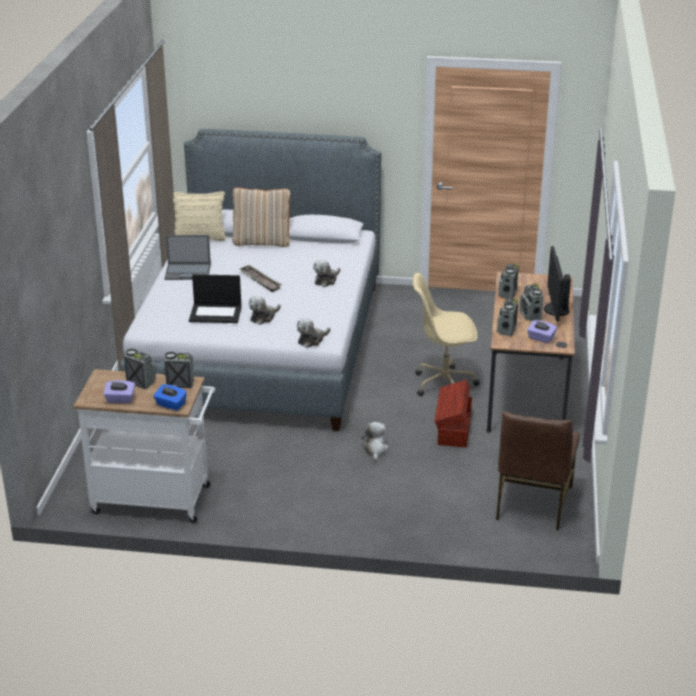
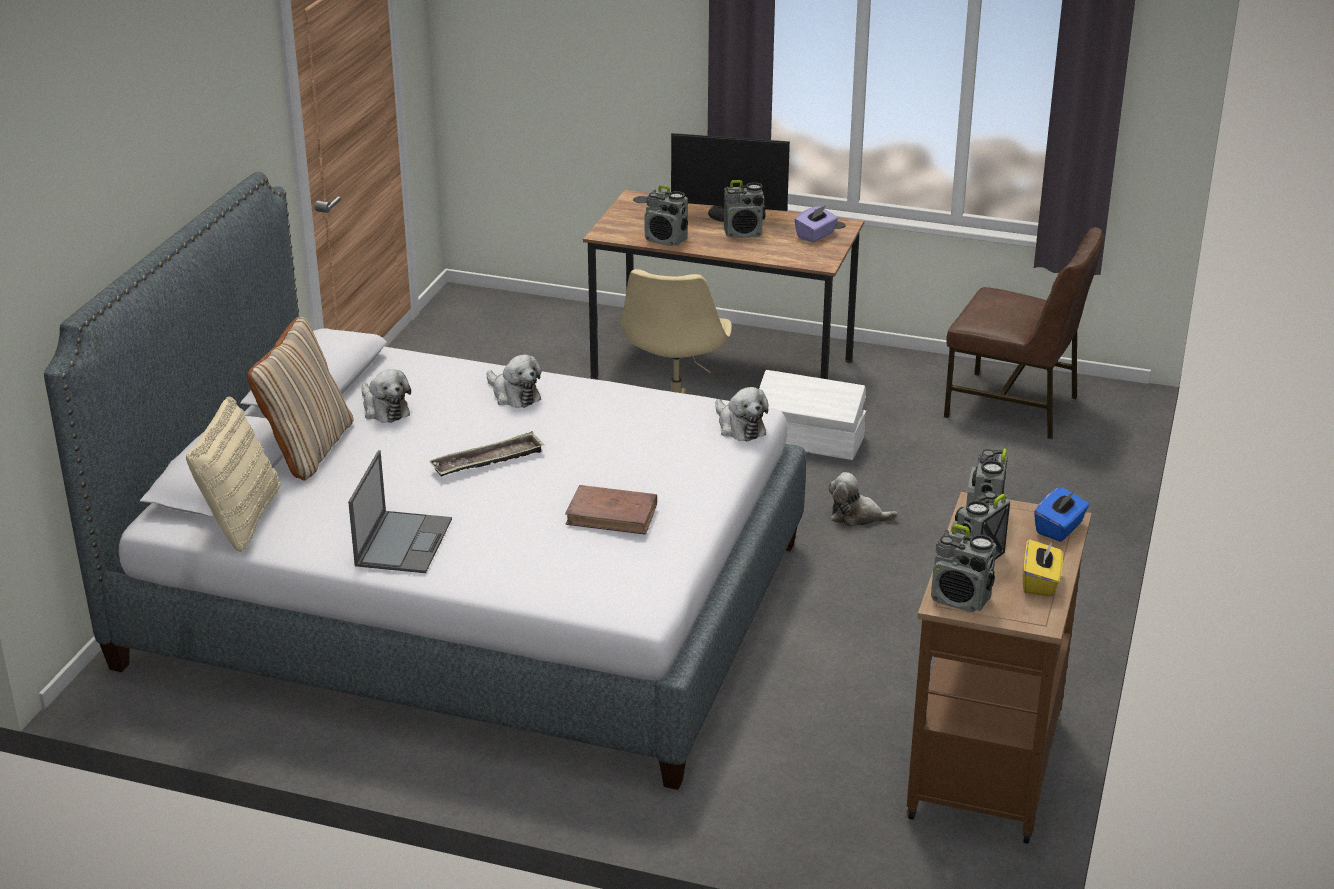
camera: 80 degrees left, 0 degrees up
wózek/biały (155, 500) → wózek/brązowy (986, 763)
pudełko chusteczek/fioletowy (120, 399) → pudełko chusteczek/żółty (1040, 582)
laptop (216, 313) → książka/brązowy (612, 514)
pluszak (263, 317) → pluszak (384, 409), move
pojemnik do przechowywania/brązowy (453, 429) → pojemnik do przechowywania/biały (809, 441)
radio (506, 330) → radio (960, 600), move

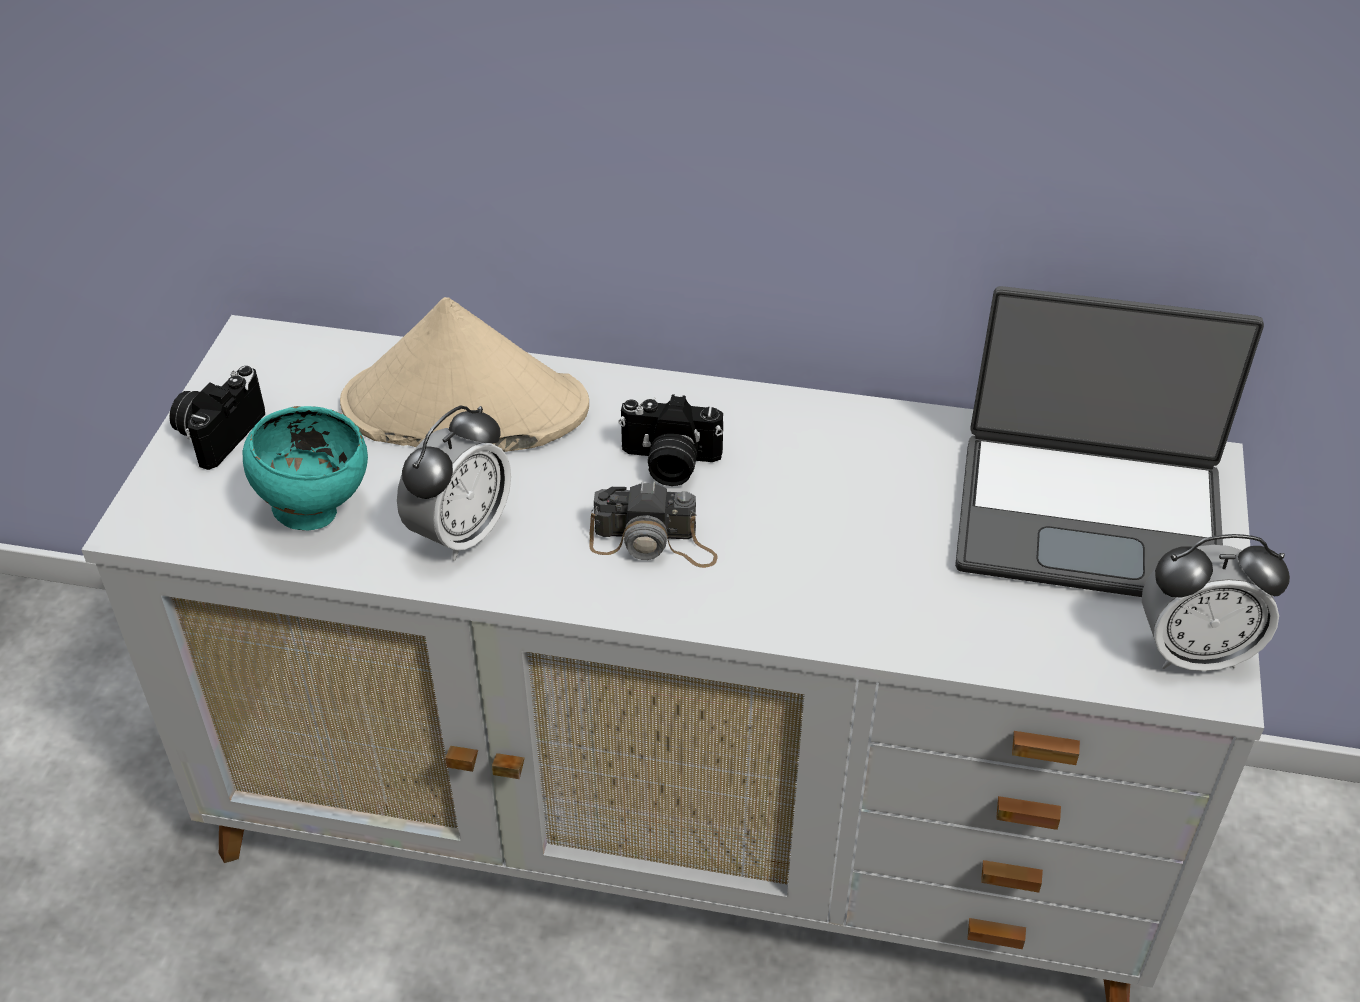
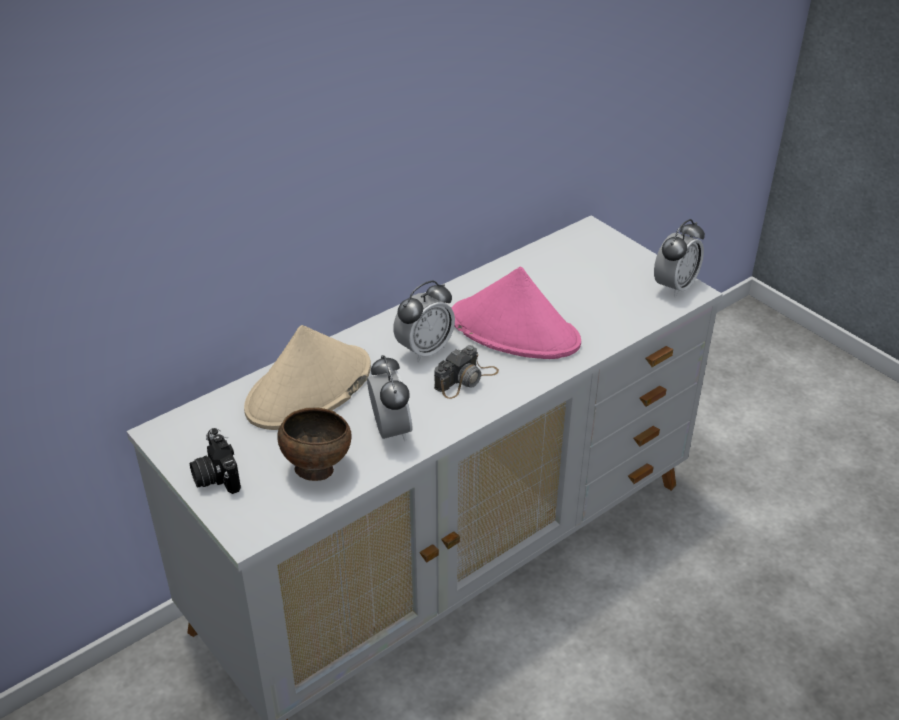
camera: 50 degrees left, 5 degrees down
miska/turkusowy (315, 510) → miska/brązowy (316, 468)
aparat fotograficzny (669, 463) → budzik (424, 350)
laptop (1089, 517) → -
- → kapelusz/różowy (515, 330)

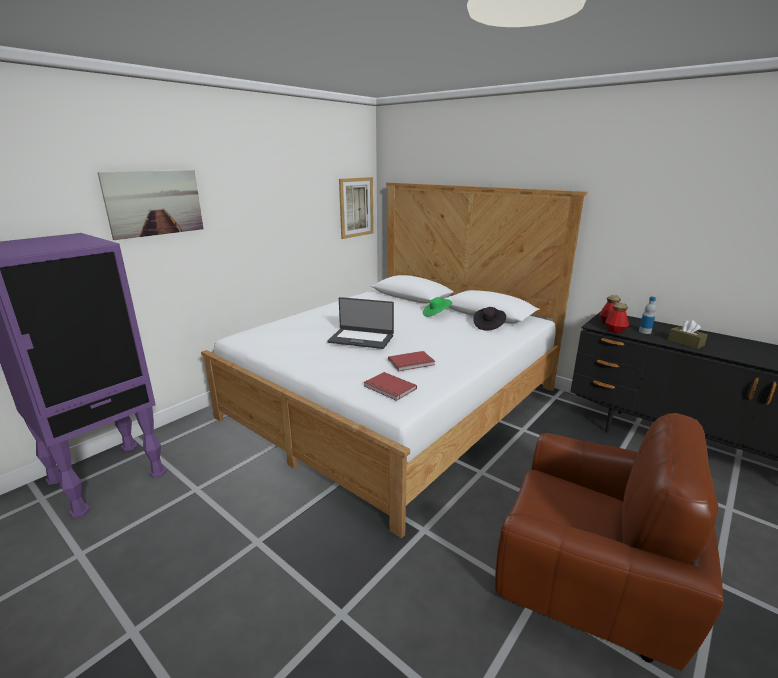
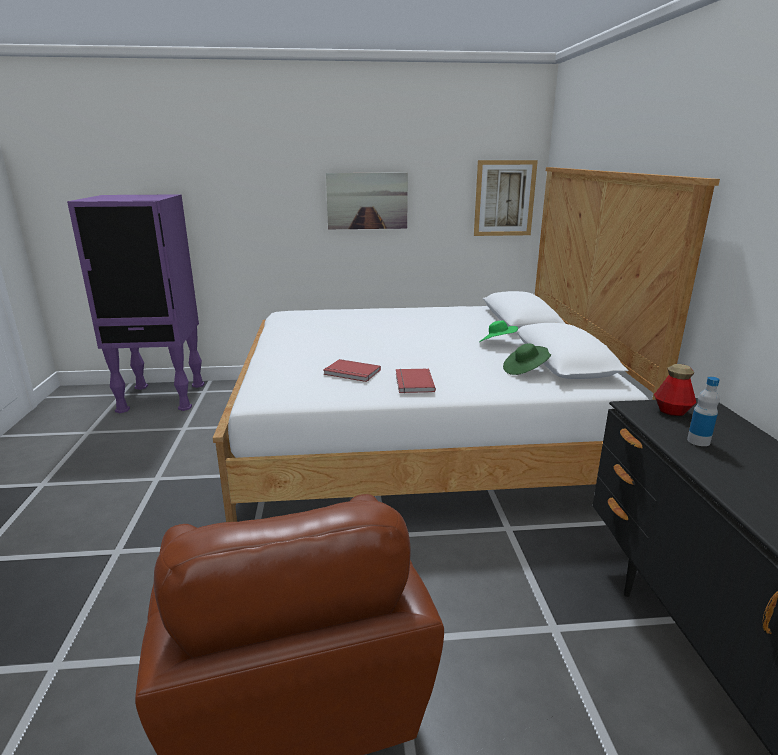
camera: 45 degrees right, 0 degrees up
obraz (154, 203) → obraz (367, 201), move
laptop (361, 339) → -
książka/czerwony (389, 388) → książka/czerwony (412, 383), move
kapelusz/czarny (488, 325) → kapelusz/zielony (525, 370)
butelka (615, 331) → -
pudełko chusteczek/brązowy (685, 343) → -

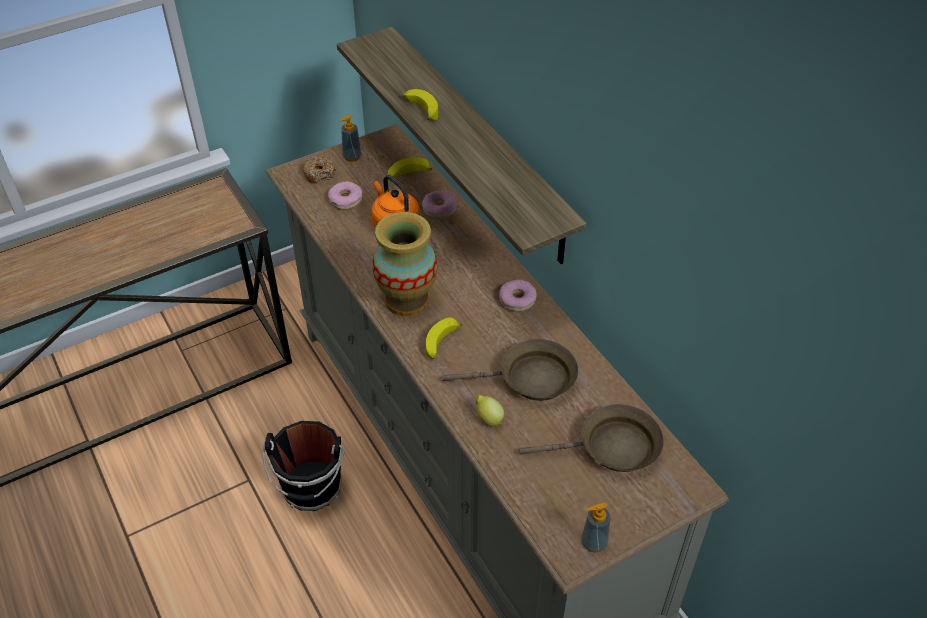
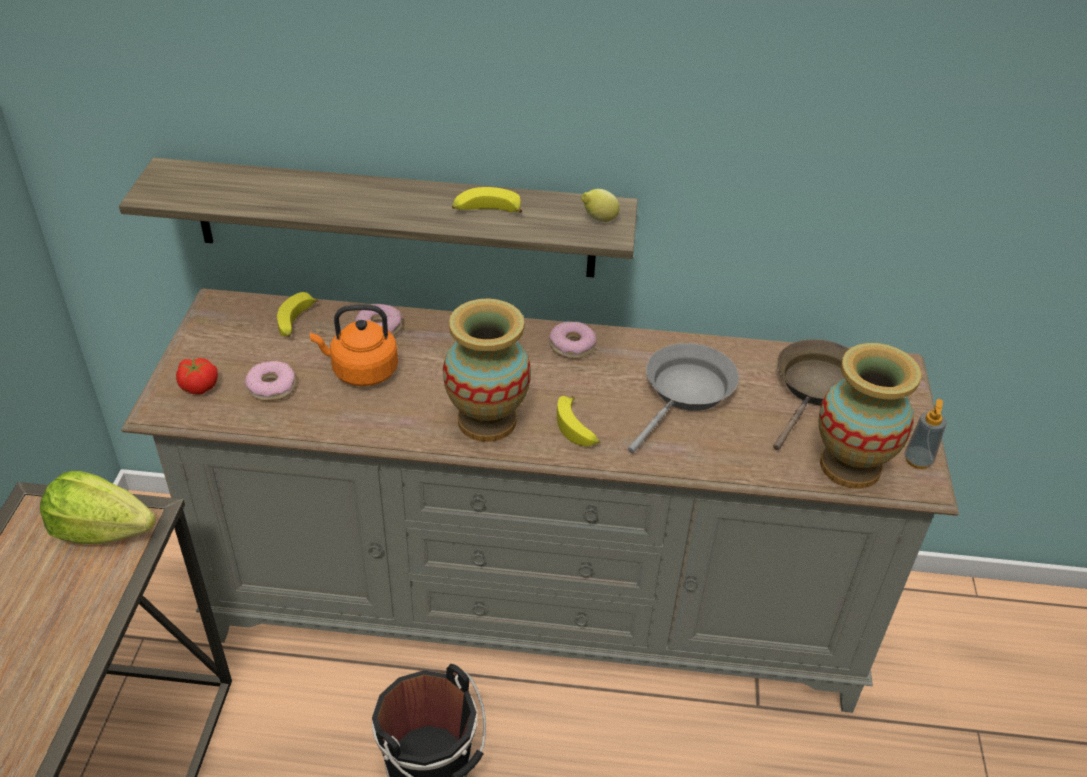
camera: 55 degrees left, 5 degrees down
donut (320, 174) → pomidor (199, 385)
dozownik mydła (352, 157) → -
banan (420, 109) → banan (486, 212), move
patelnia/brązowy (530, 379) → patelnia/szary (686, 393)
cytryna (488, 419) → cytryna (598, 220), move
- → sałata (102, 530)
- → wazon (849, 466)

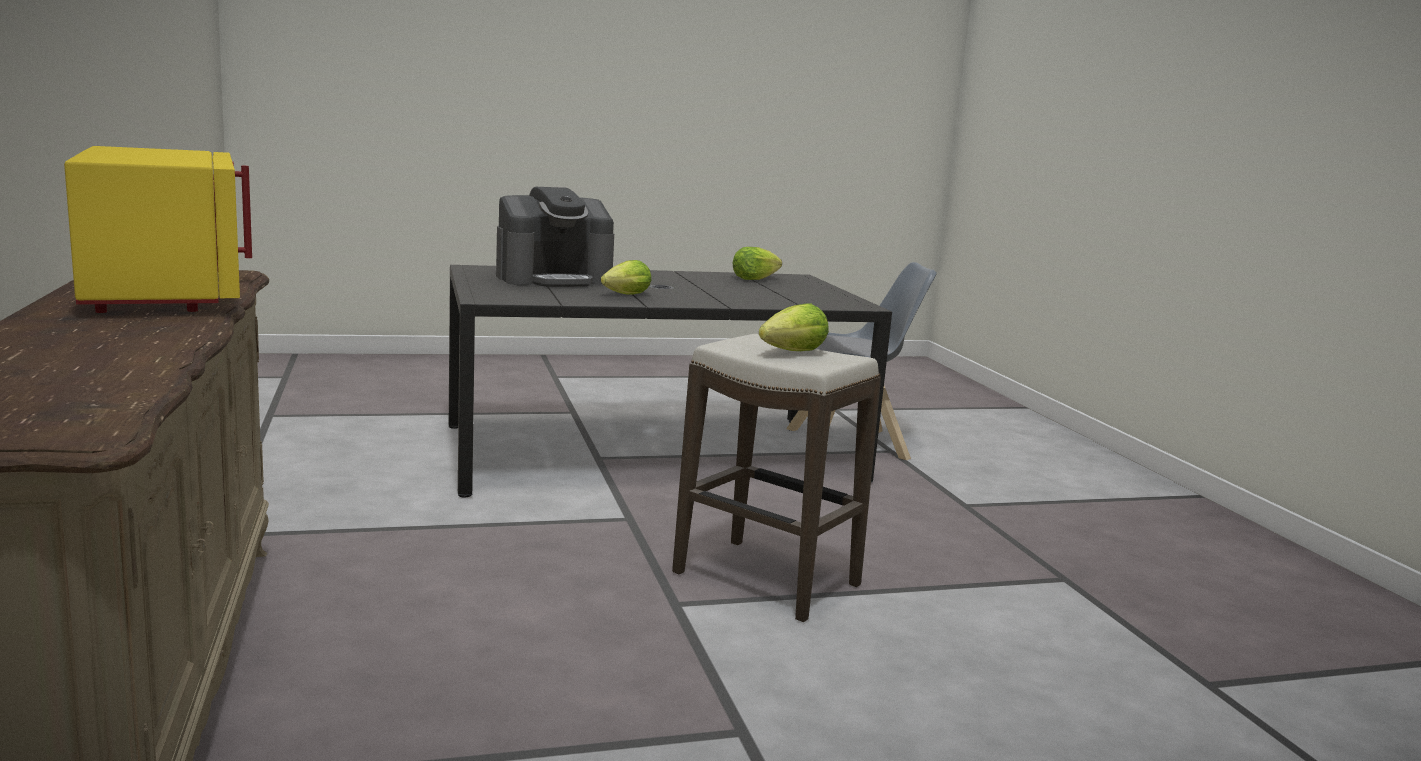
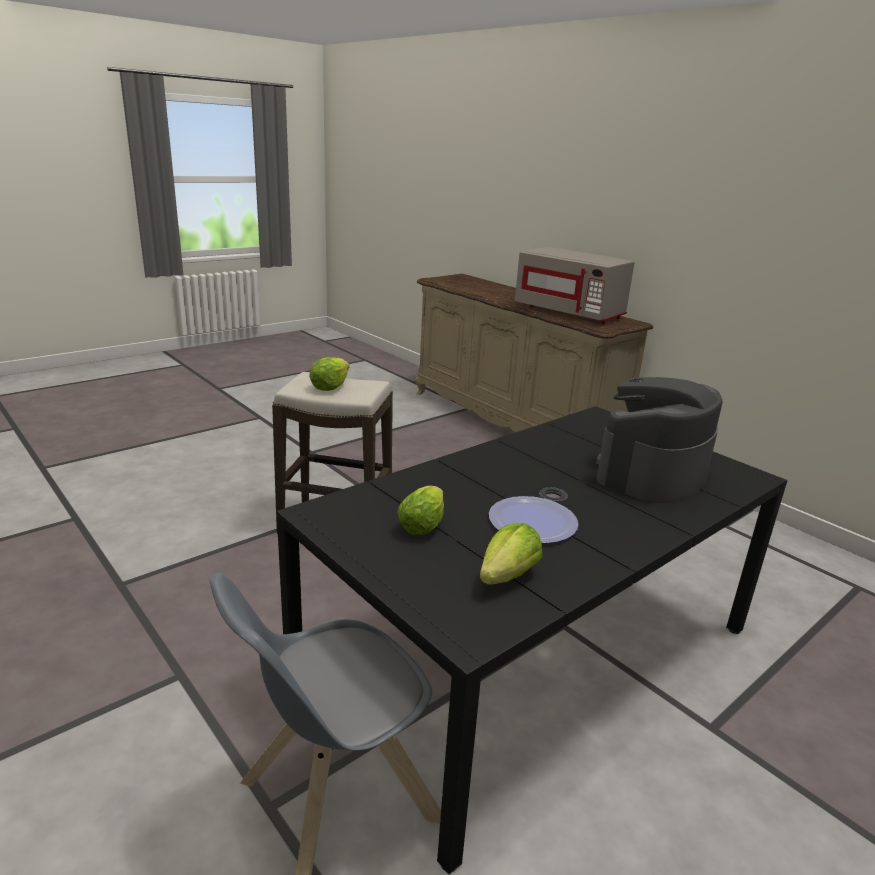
camera: 155 degrees right, 10 degrees up
mikrofalówka/żółty (163, 293) → mikrofalówka/szary (569, 313)
sałata (624, 295) → sałata (424, 524), move
- → talerz (532, 522)

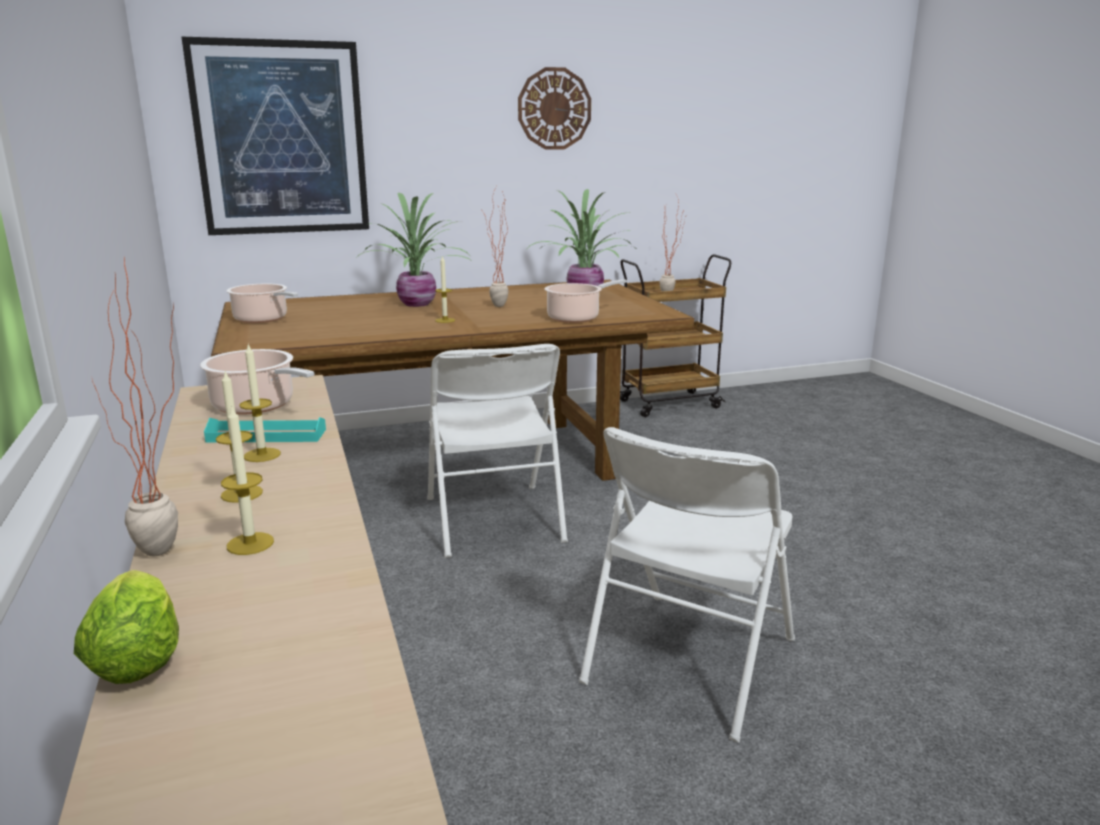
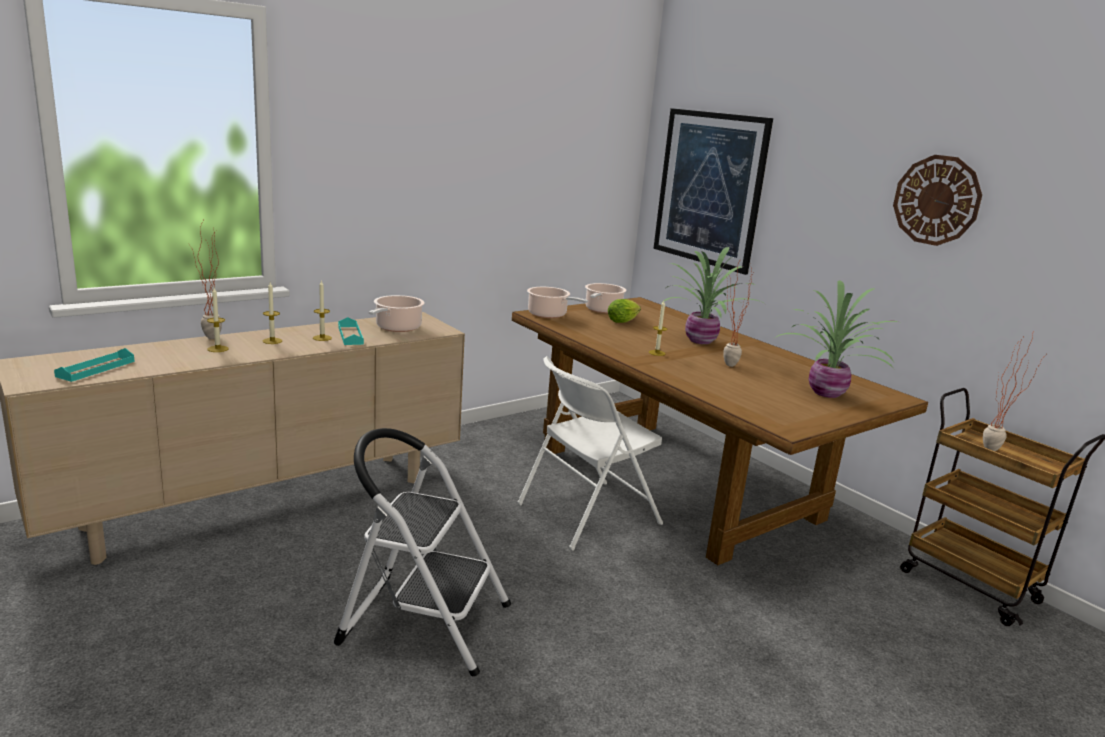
camera: 70 degrees right, 0 degrees up
sałata (138, 655) → sałata (624, 321), move
garnek (576, 318) → garnek (549, 315), move
krzesło/biały (690, 660) → drabinka (420, 622)
- → taca/turkusowy (96, 369)

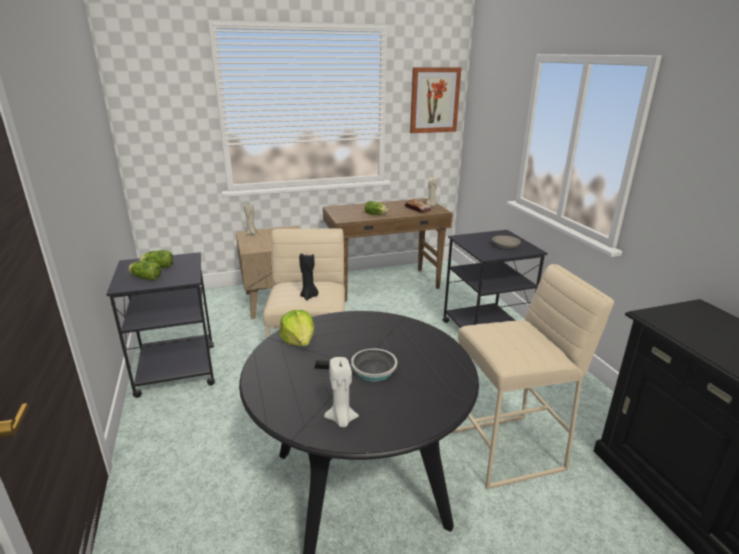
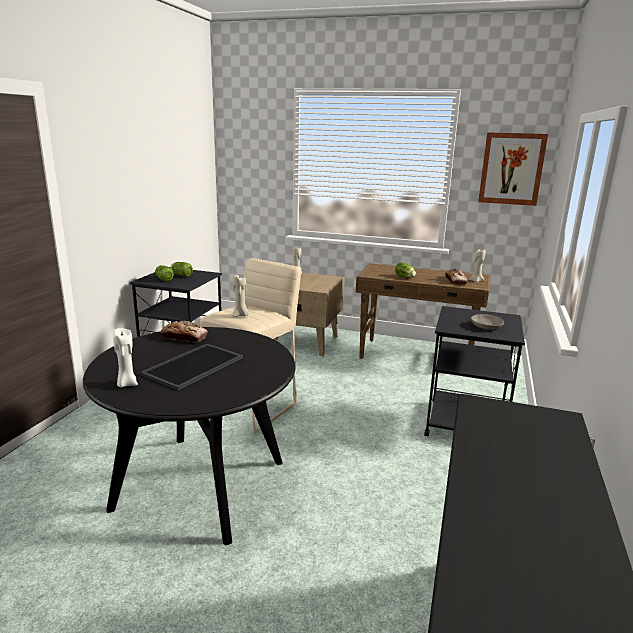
camera: 35 degrees right, 5 degrees down
sałata (299, 341) → chleb (184, 337)
świeca/czarny (309, 296) → świeca/beżowy (240, 315)
patelnia (369, 370) → taca (194, 367)
stołek/beżowy (508, 449) → -

